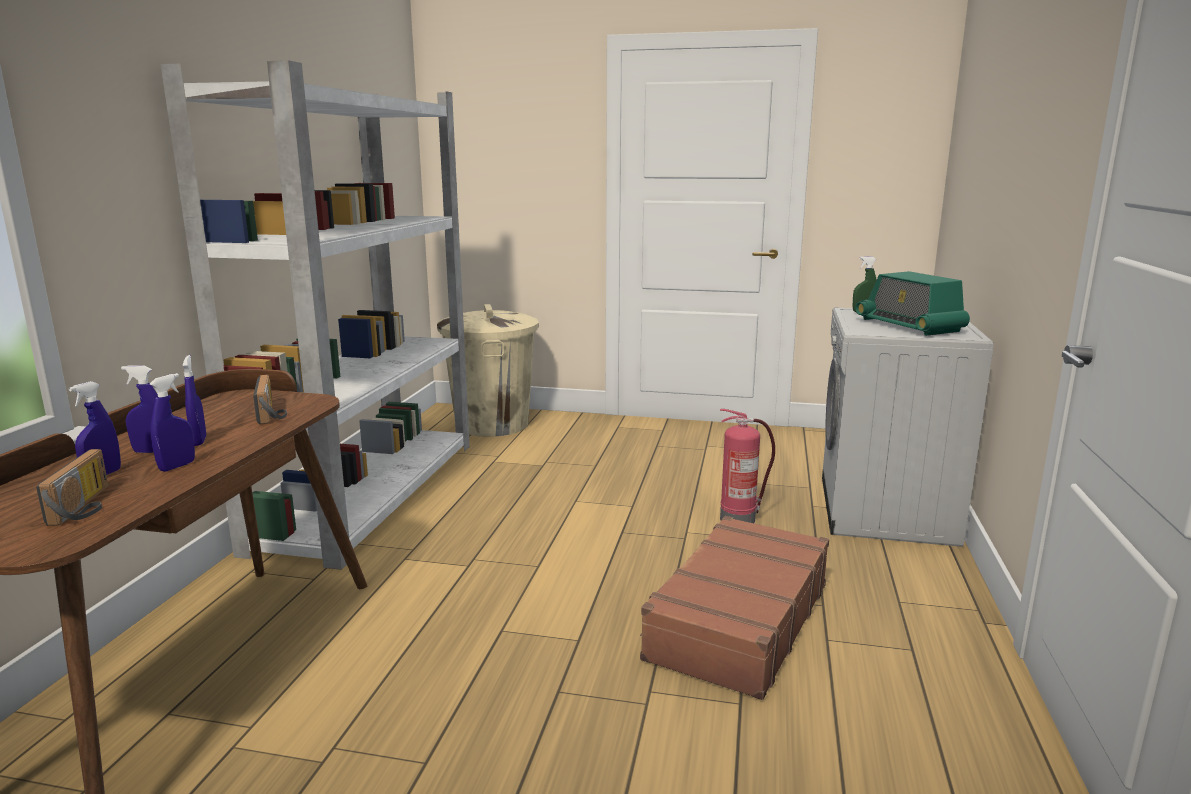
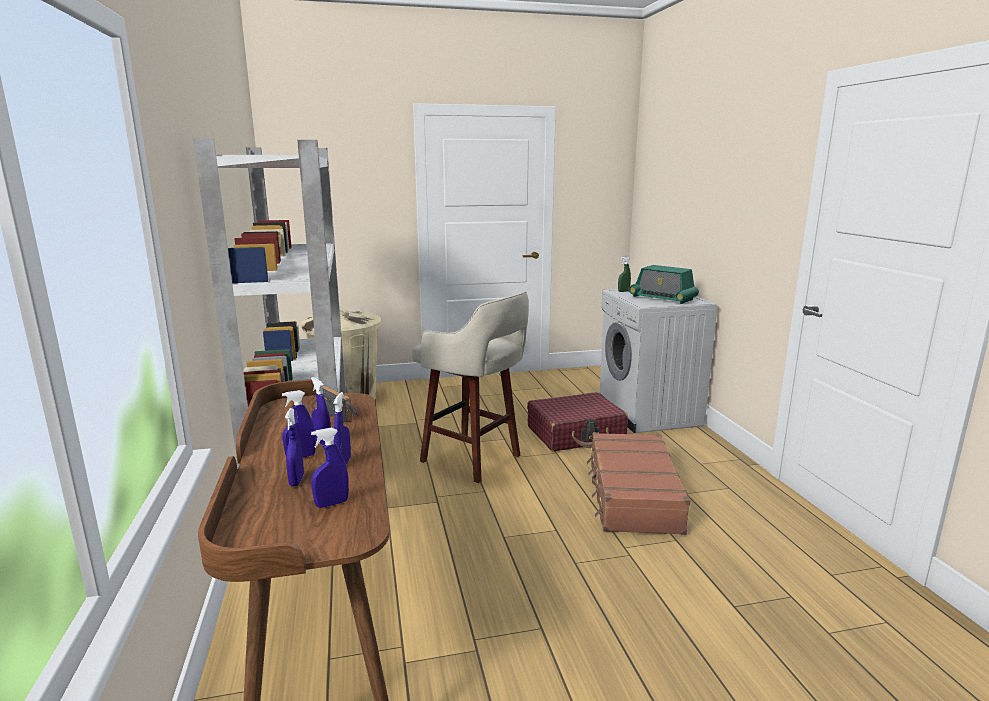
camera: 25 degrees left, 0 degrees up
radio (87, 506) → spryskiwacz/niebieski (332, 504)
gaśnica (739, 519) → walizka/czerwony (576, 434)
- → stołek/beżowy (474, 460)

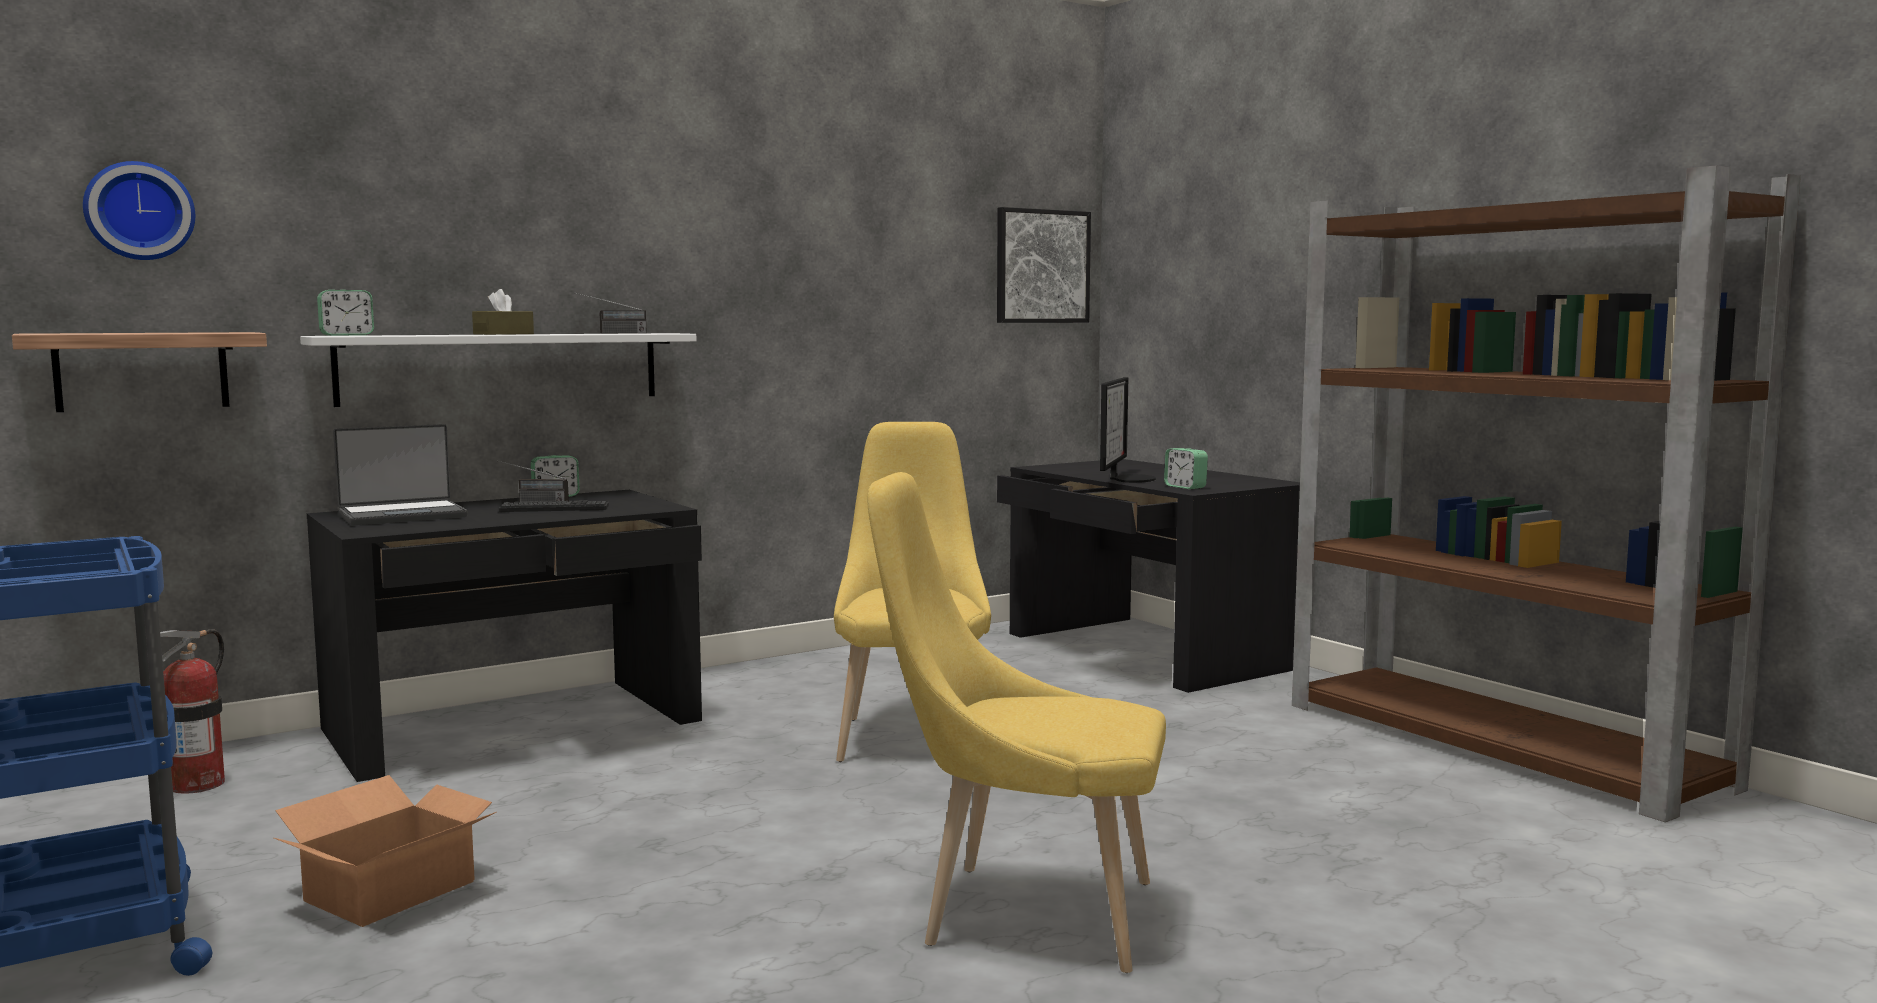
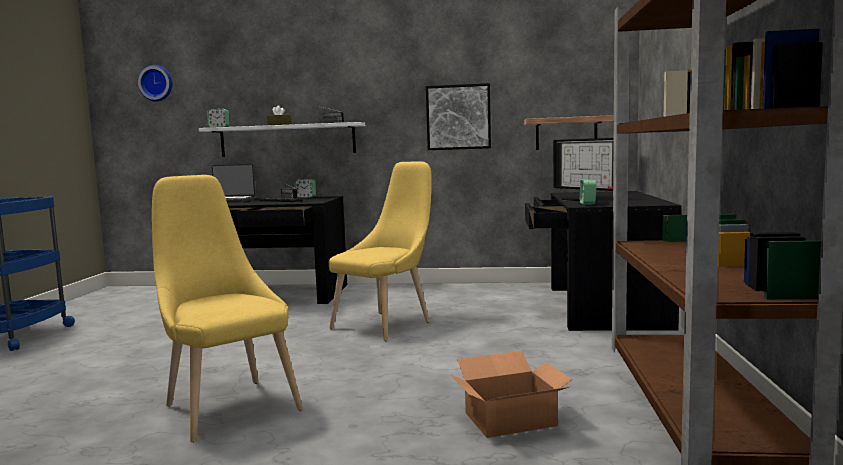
camera: 40 degrees right, 0 degrees up
półka (142, 371) → półka (566, 133), move
gaśnica (197, 785) → -
karton (388, 891) → karton (509, 419), move
obraz (1042, 266) → obraz (458, 117), move
monitor (1128, 479) → monitor (579, 199), 90 degrees clockwise

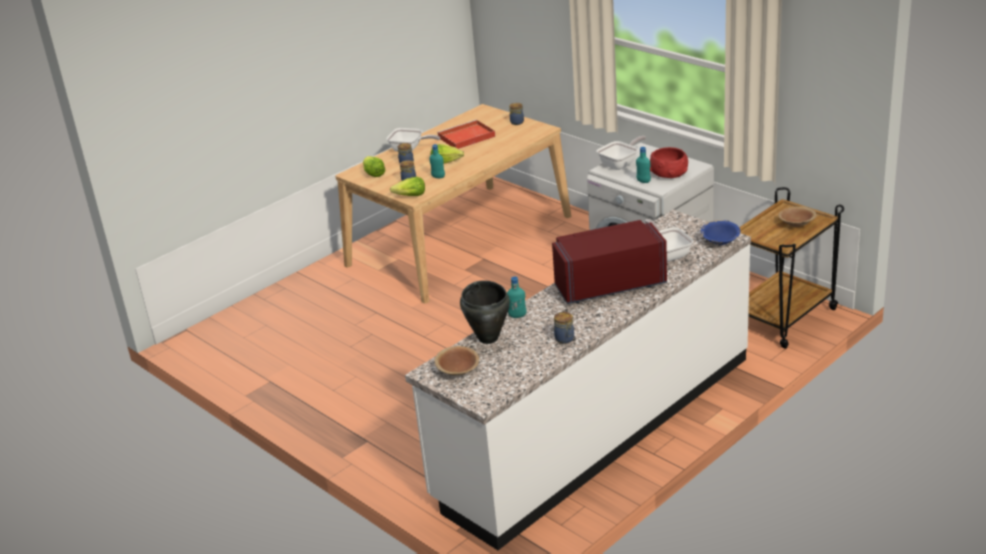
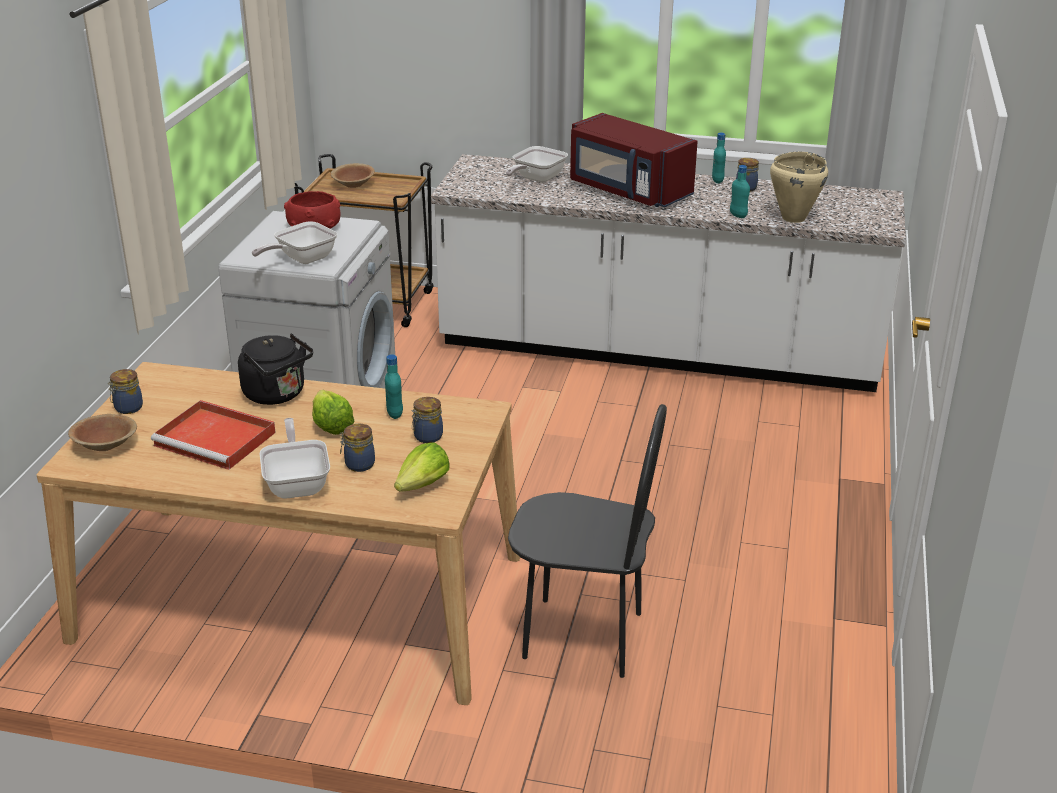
camera: 125 degrees left, 0 degrees up
sałata (410, 196) → -
miska/brązowy (458, 370) → miska/brązowy (105, 445), move
garnek/czarny (488, 338) → garnek/beżowy (793, 218)
patelnia (621, 164) → patelnia (301, 259), 60 degrees counterclockwise
butelka/turkusowy (643, 181) → butelka/turkusowy (717, 180), move
miska/niebieski (720, 241) → -
- → czajnik/czarny (277, 395)
- → krzesło/czarny (582, 636)

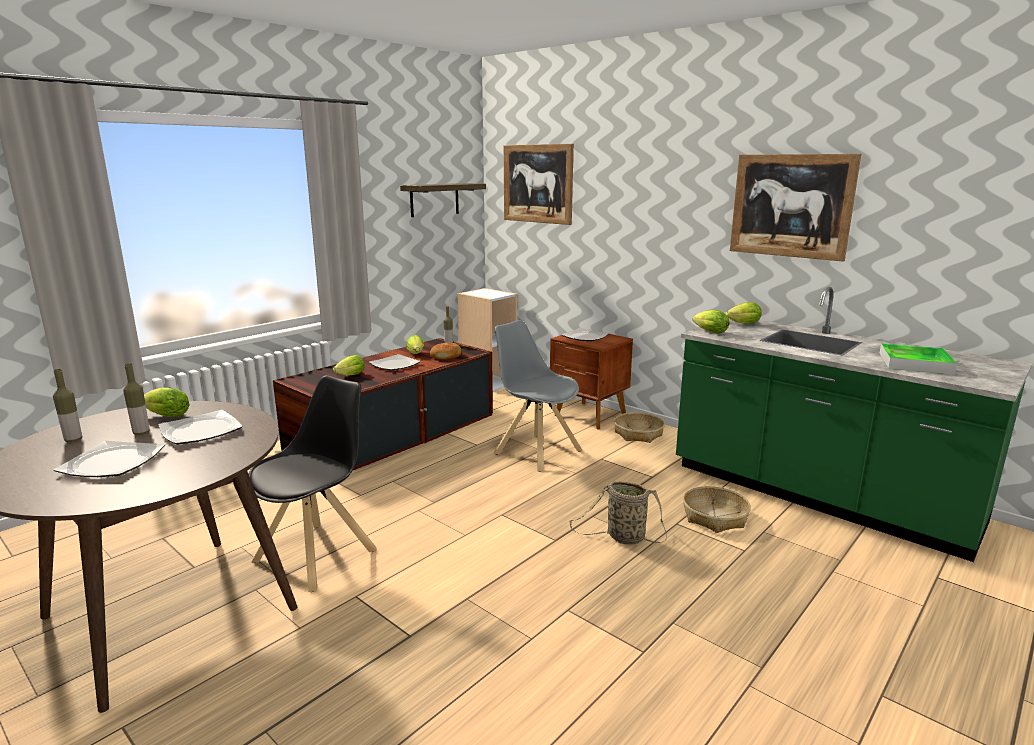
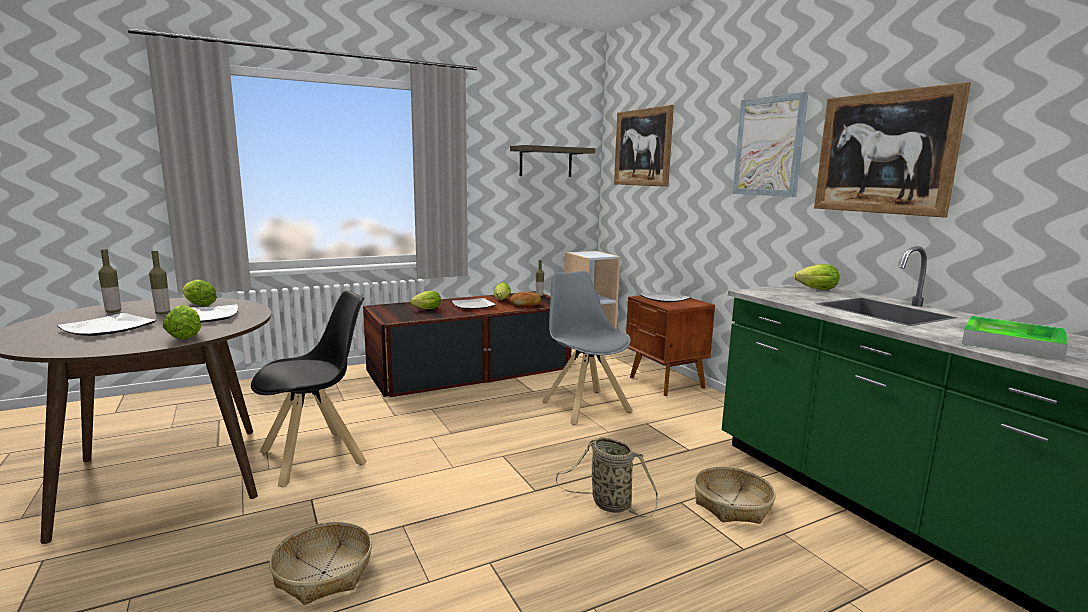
camera: 20 degrees right, 5 degrees down
koszyk (638, 434) → koszyk (323, 573), move
sałata (708, 332) → sałata (185, 336), move
- → obraz (768, 146)

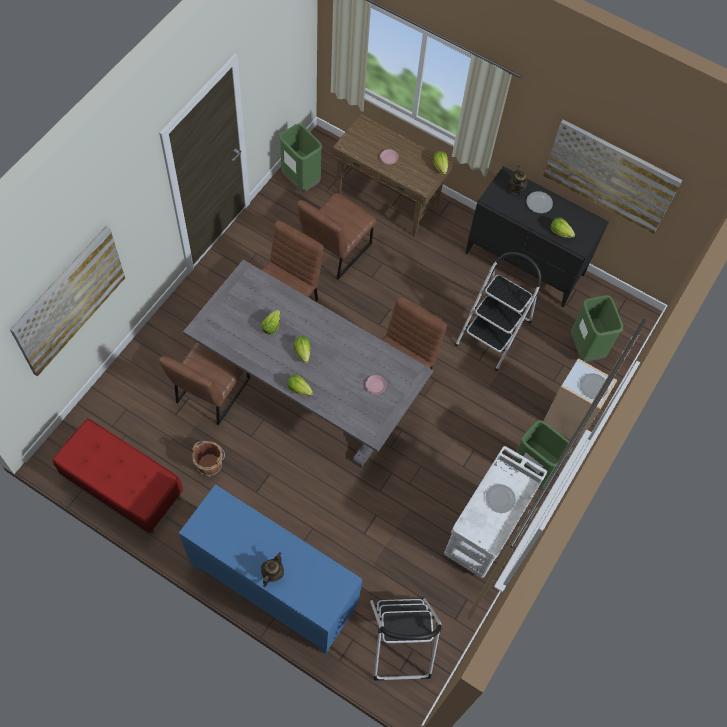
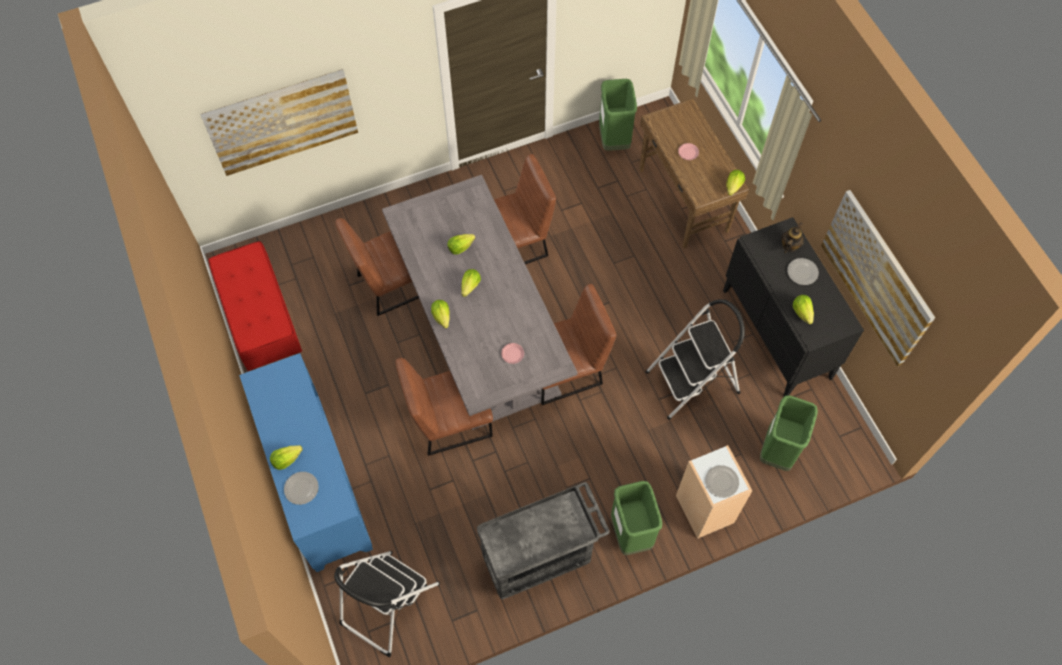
camera: 40 degrees right, 0 degrees up
wiadro/brązowy (210, 463) → -
imbryk (272, 574) → sałata (286, 459)
krzesło/brązowy (335, 250) → krzesło/brązowy (450, 421), move
wózek/biały (484, 530) → wózek/czarny (541, 559)
talerz (500, 498) → talerz (301, 488), move

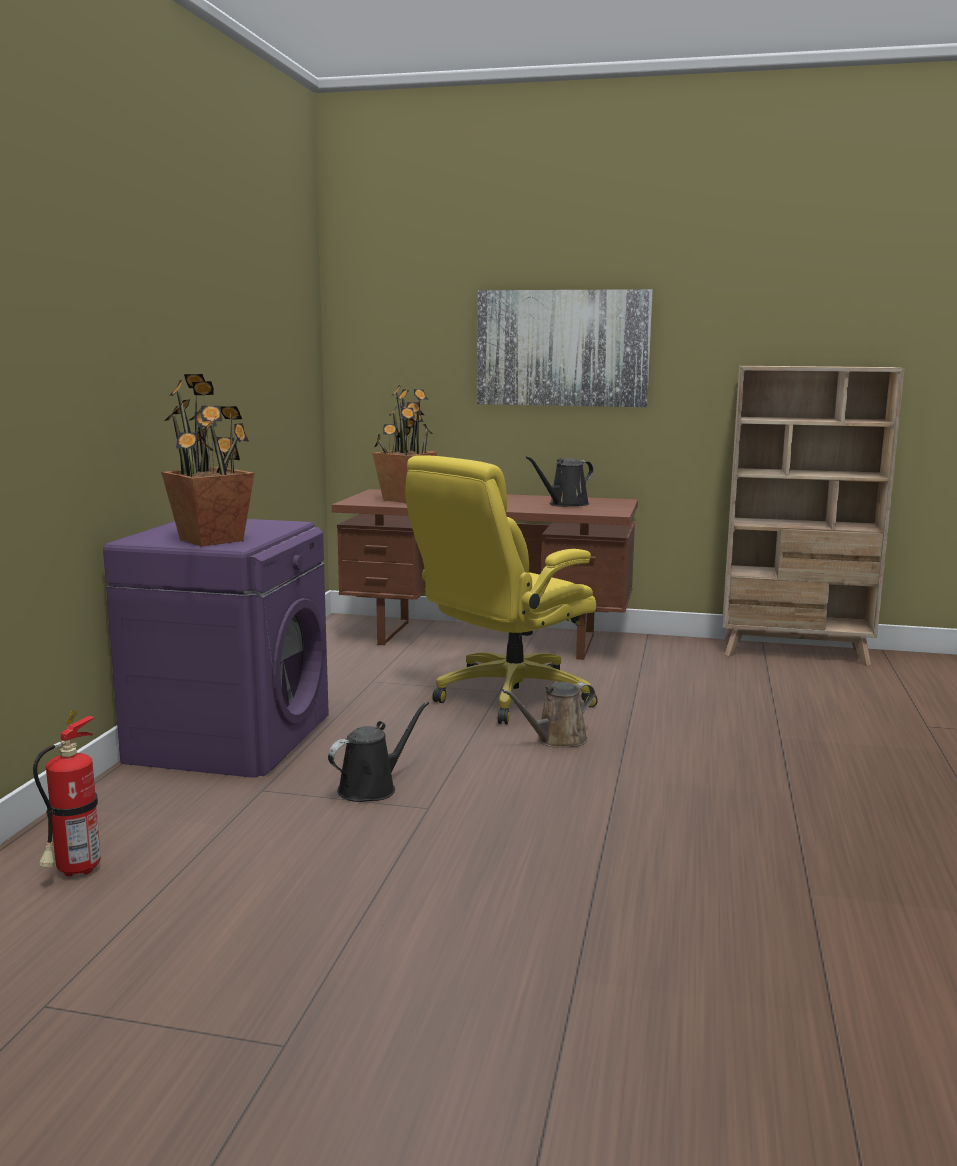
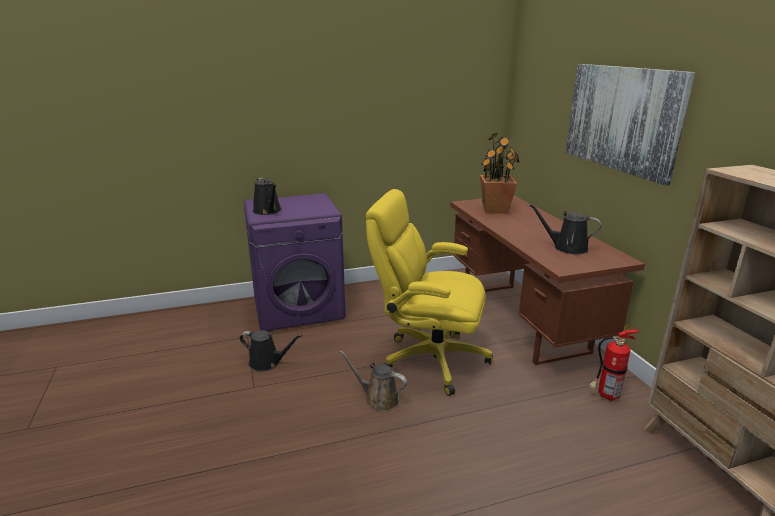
camera: 60 degrees right, 10 degrees up
gaśnica (74, 872) → gaśnica (605, 396), move
roślina doniczkowa (212, 540) → konewka/czarny (268, 211)

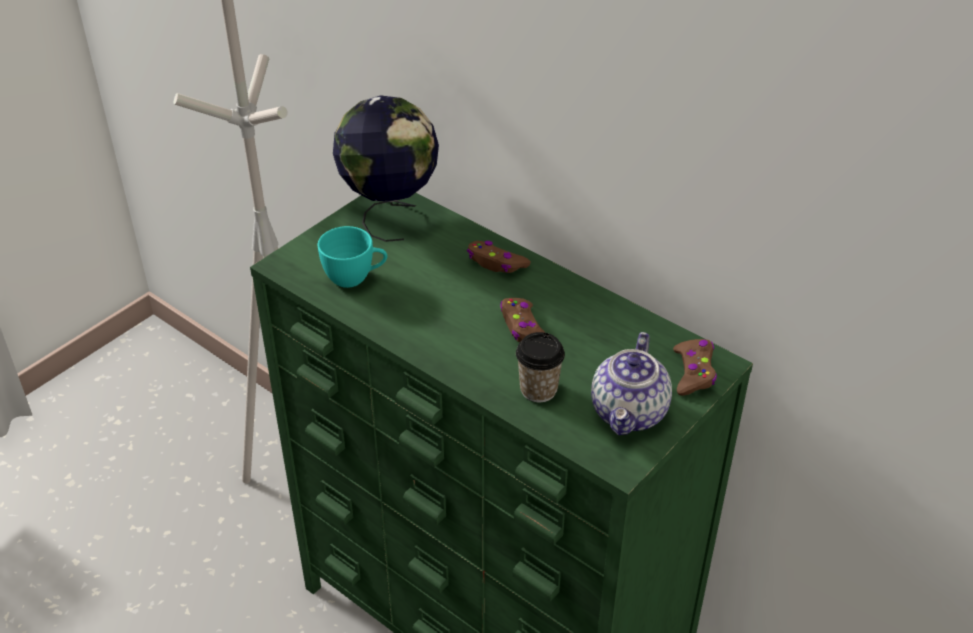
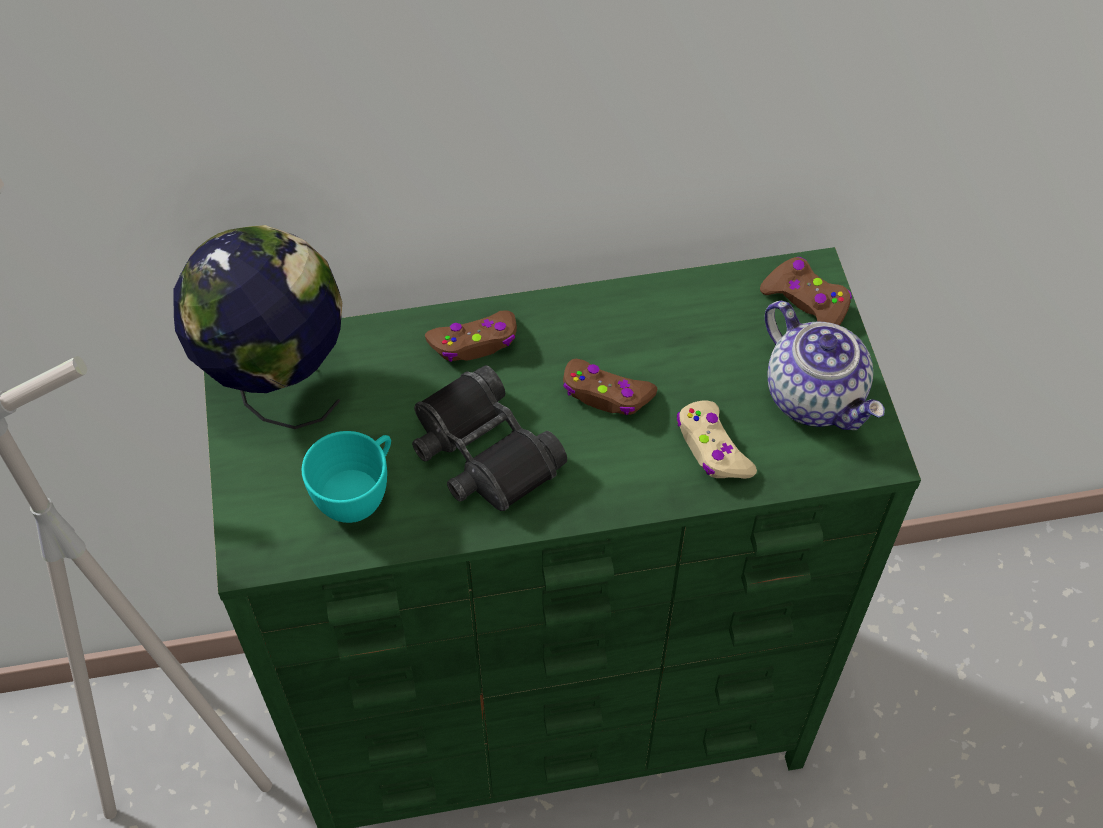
camera: 50 degrees left, 15 degrees up
filiżanka (538, 389) → pad do gier/beżowy (712, 448)
- → lornetka/czarny (482, 453)

